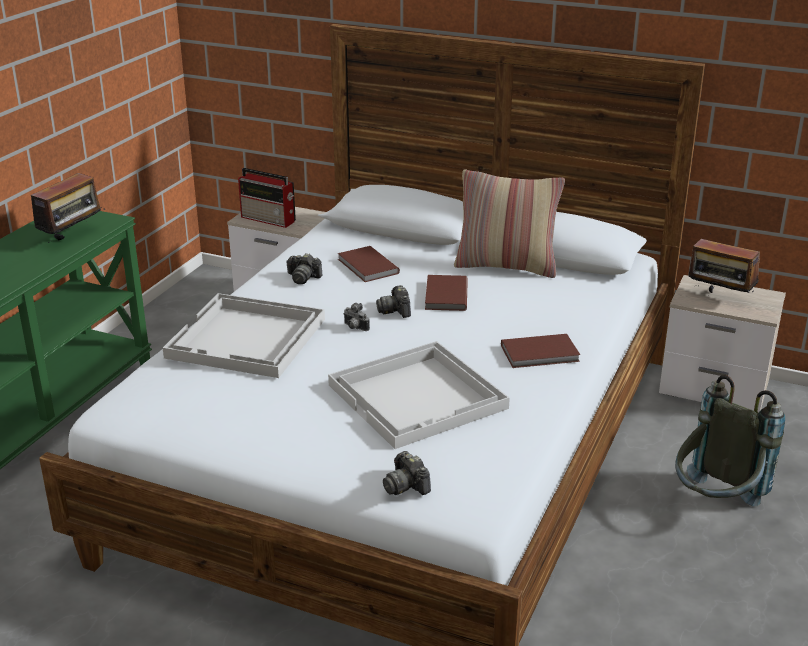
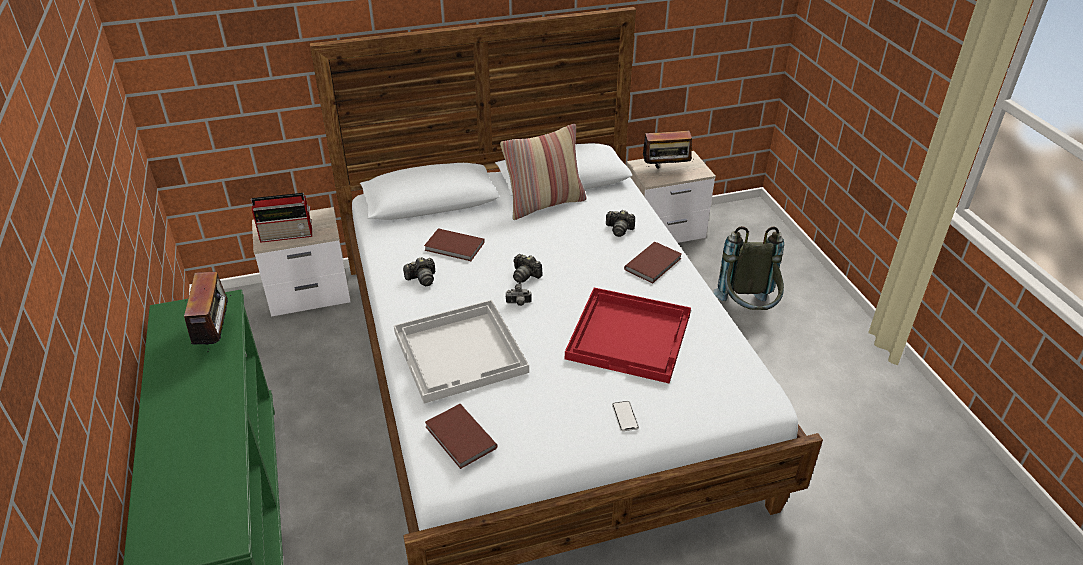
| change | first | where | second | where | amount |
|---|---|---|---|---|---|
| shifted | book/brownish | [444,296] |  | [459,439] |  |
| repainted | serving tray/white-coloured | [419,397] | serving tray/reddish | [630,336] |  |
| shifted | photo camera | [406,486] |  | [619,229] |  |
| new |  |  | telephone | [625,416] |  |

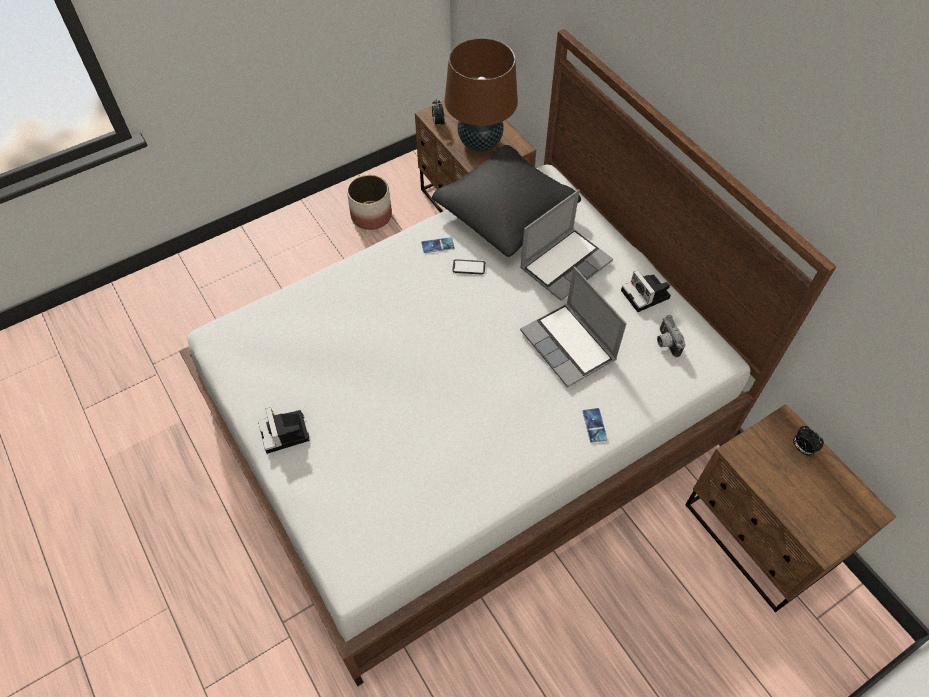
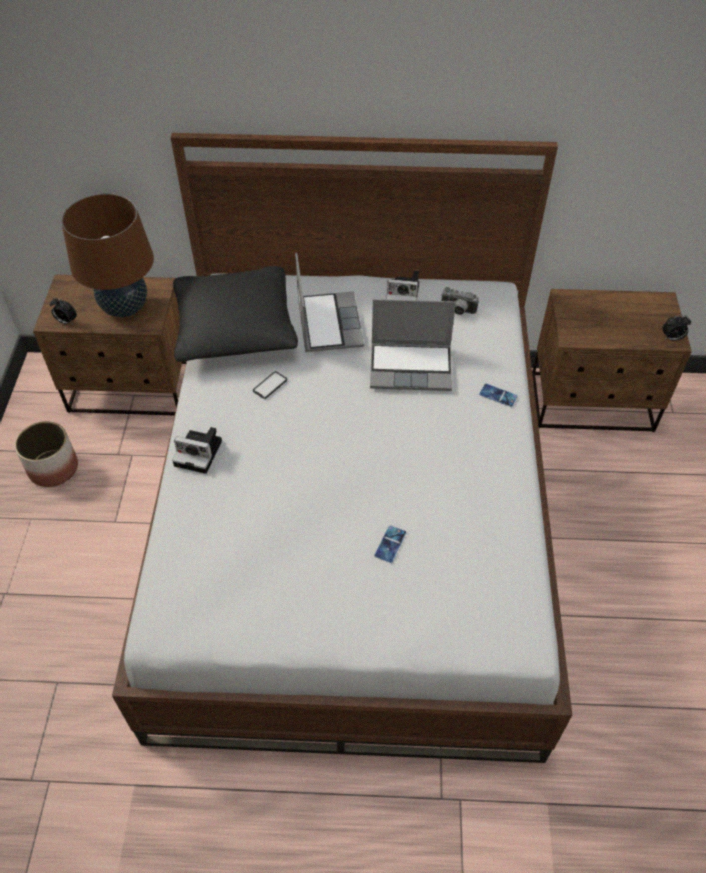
| change | first | where | second | where | amount |
|---|---|---|---|---|---|
| shifted | telephone | [437,245] |  | [390,544] |  |
| shifted | photo camera | [285,434] |  | [200,453] |  |
| shifted | bedside clock | [801,448] |  | [672,338] |  |

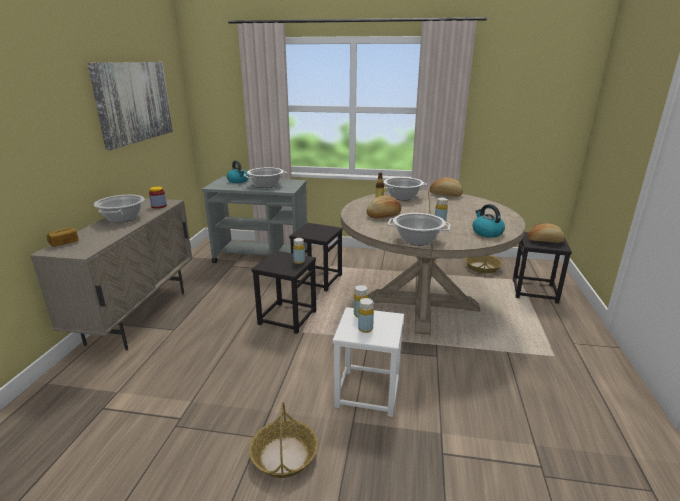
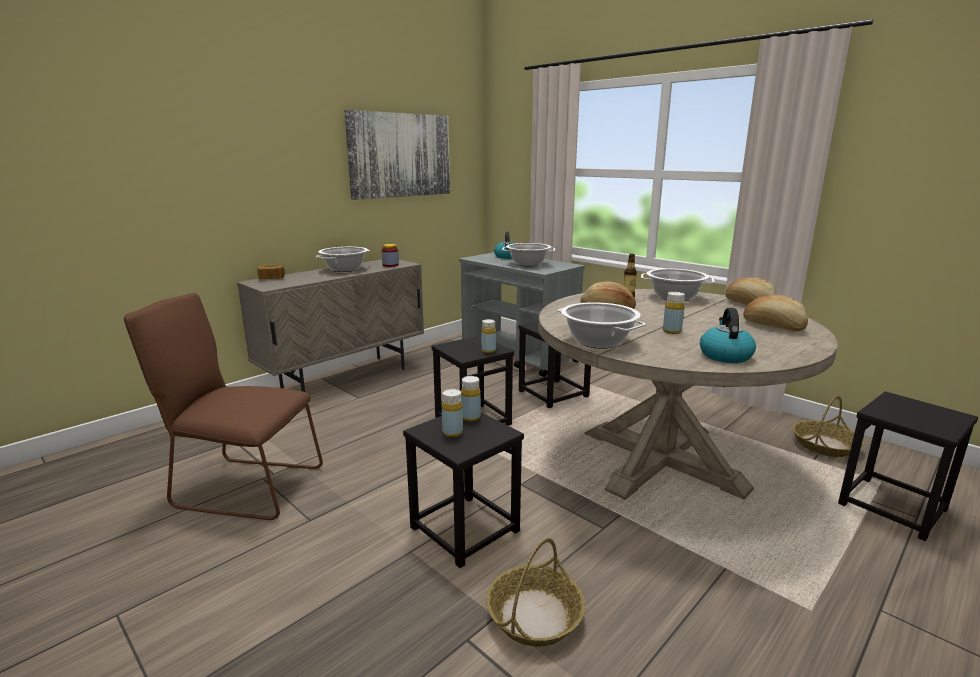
| change | first | where | second | where | amount |
|---|---|---|---|---|---|
| shifted | bread | [544,241] |  | [773,326] |  |
| repainted | stool/white-coloured | [367,392] | stool/black | [464,529] |  |
| shifted | household basket | [284,456] |  | [534,616] |  |
| new |  |  | upright chair/brownish | [243,487] |  |

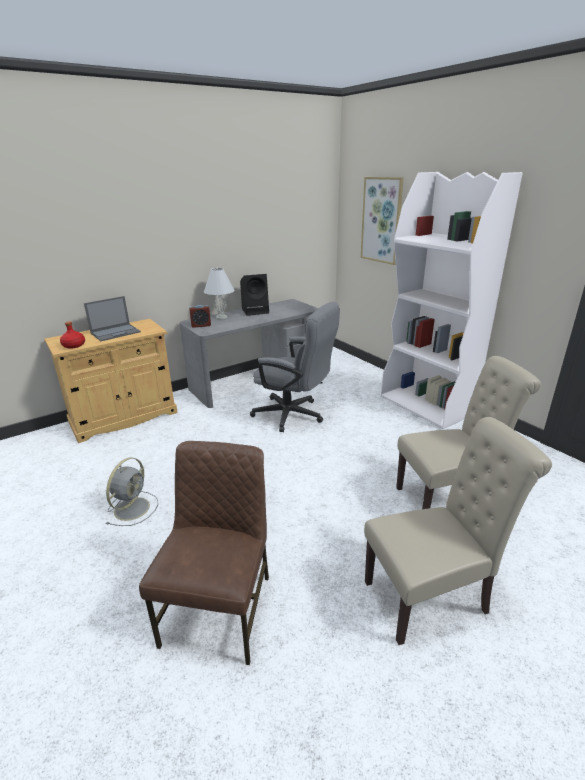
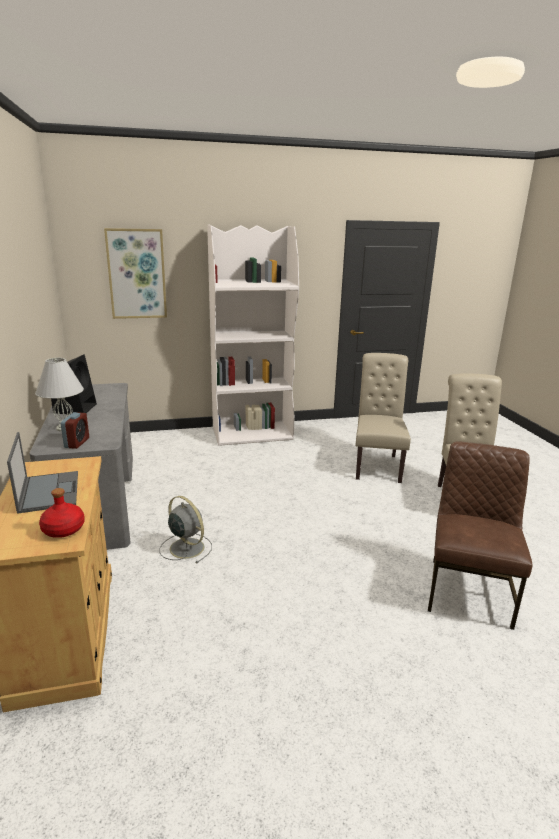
| change | first | where | second | where | amount |
|---|---|---|---|---|---|
| gone | desk chair/grey | [294,415] |  |  |  |
| rotated | upright chair/brownish | [220,608] |  | [468,590] | 75 degrees clockwise |
| shifted | cooling fan/grey | [133,507] |  | [186,547] |  |

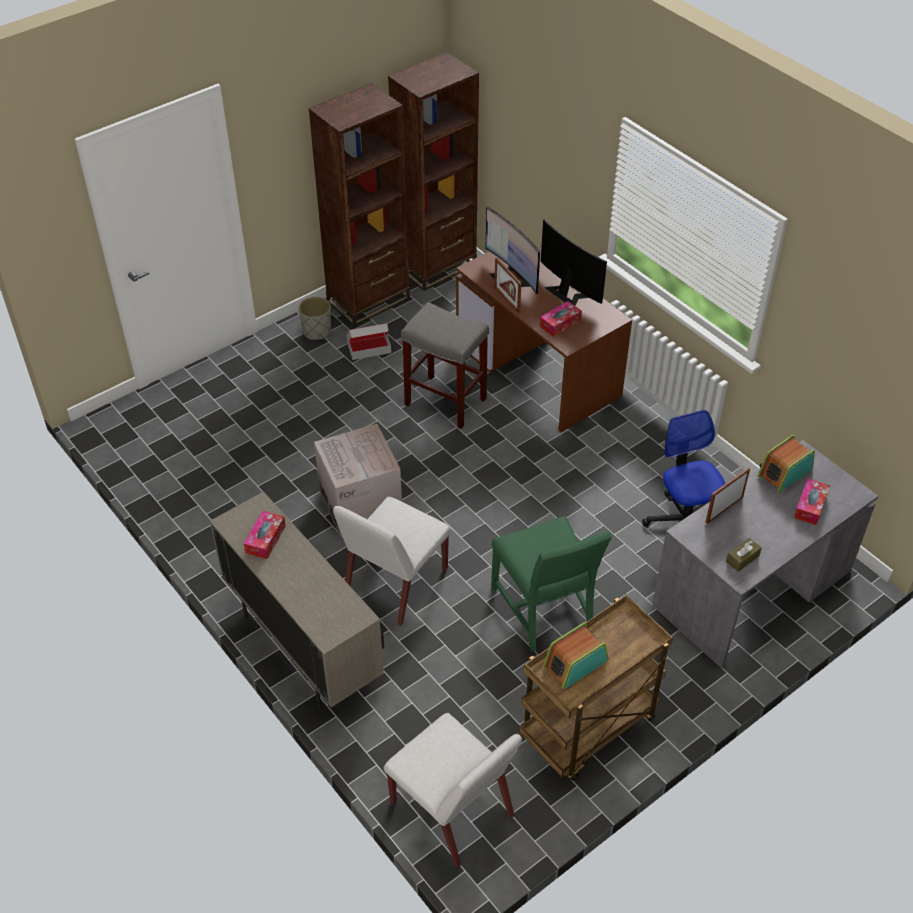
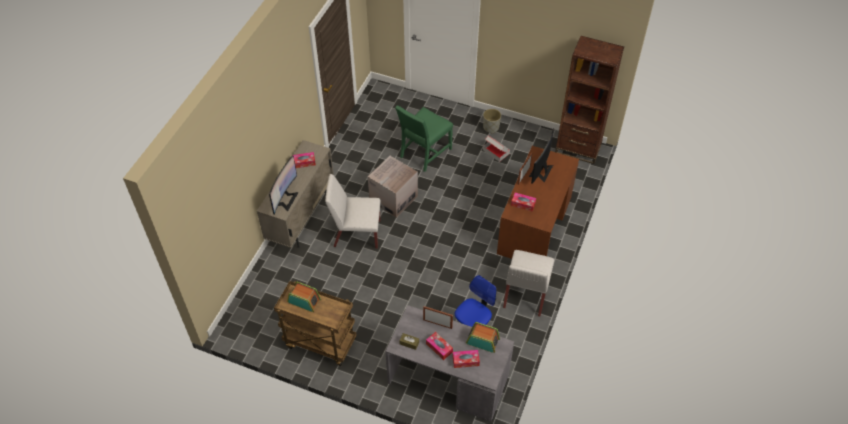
| change | first | where | second | where | amount |
|---|---|---|---|---|---|
| gone | bookcase/brownish | [368,300] |  |  |  |
| shifted | monitor | [568,292] |  | [285,199] |  |
| gone | stool/grey | [444,401] |  |  |  |
| shifted | upright chair/green-coloured | [545,610] |  | [423,153] |  |
| shifted | upright chair/white-coloured | [453,810] |  | [526,294] |  |
| new |  |  | box of tissues | [439,348] |  |

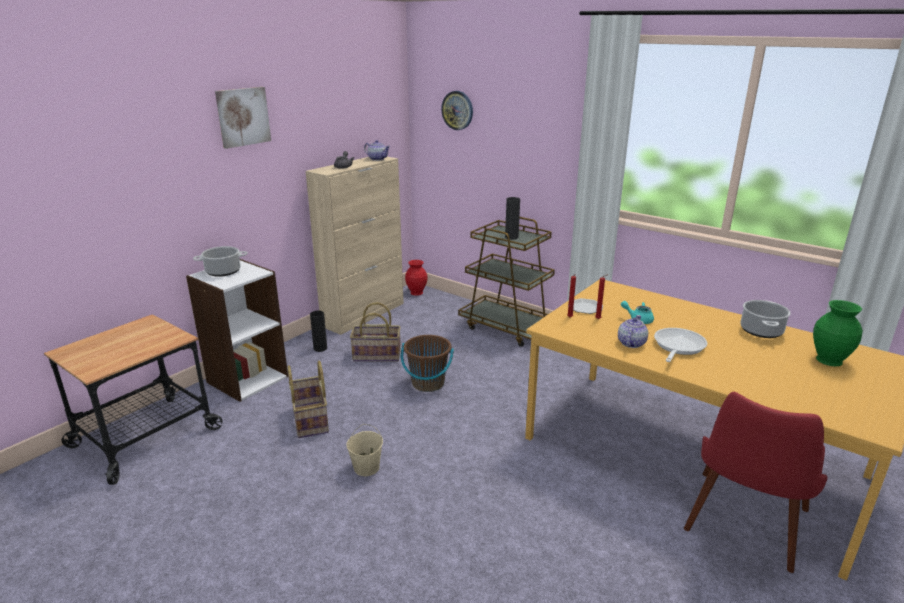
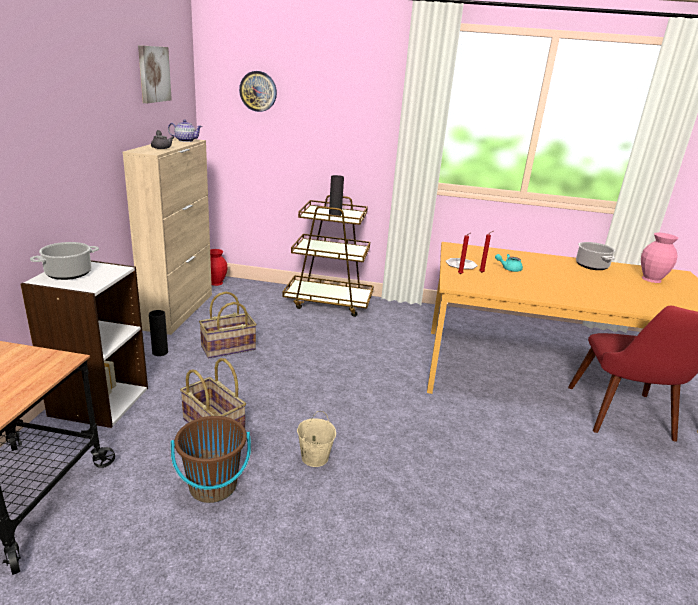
| change | first | where | second | where | amount |
|---|---|---|---|---|---|
| shifted | wall picture | [243,117] |  | [153,74] |  |
| repainted | decorative vase/green-coloured | [828,360] | decorative vase/pink | [651,279] |  |
| gone | pot for tea | [631,343] |  |  |  |
| gone | frying pan | [677,347] |  |  |  |
| shifted | water bucket/brownish | [428,383] |  | [213,486] |  |

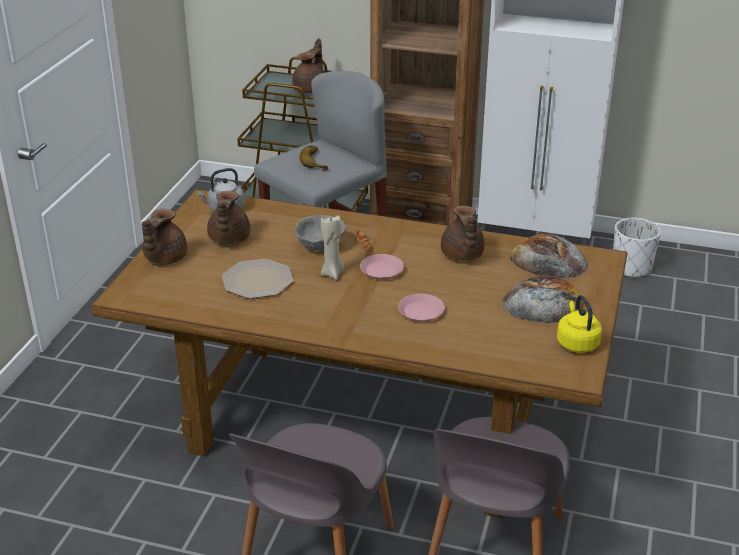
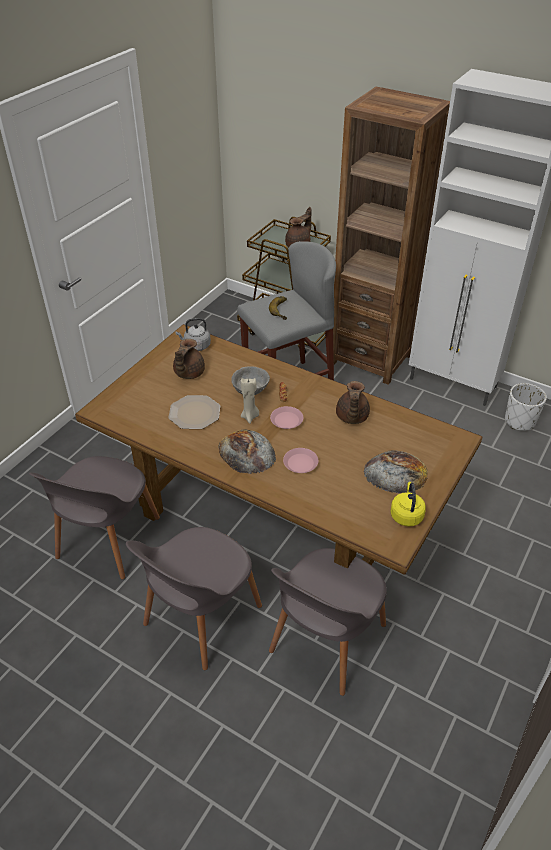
| change | first | where | second | where | amount |
|---|---|---|---|---|---|
| gone | pot for tea/brownish | [164,258] |  |  |  |
| shifted | bread | [548,260] |  | [246,452] |  |
| new |  |  | upright chair/grey | [107,540] |  |

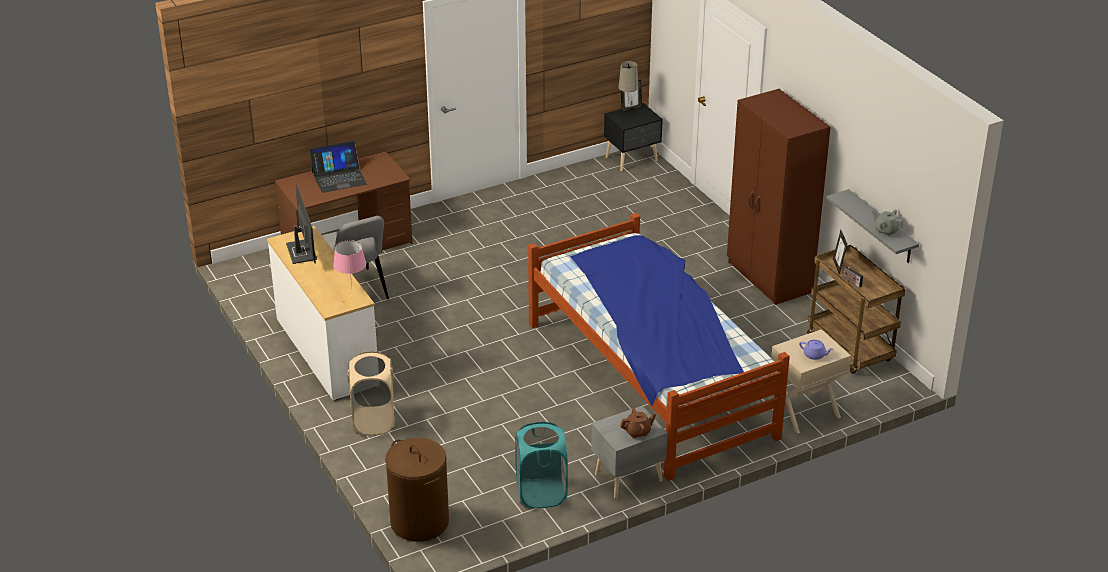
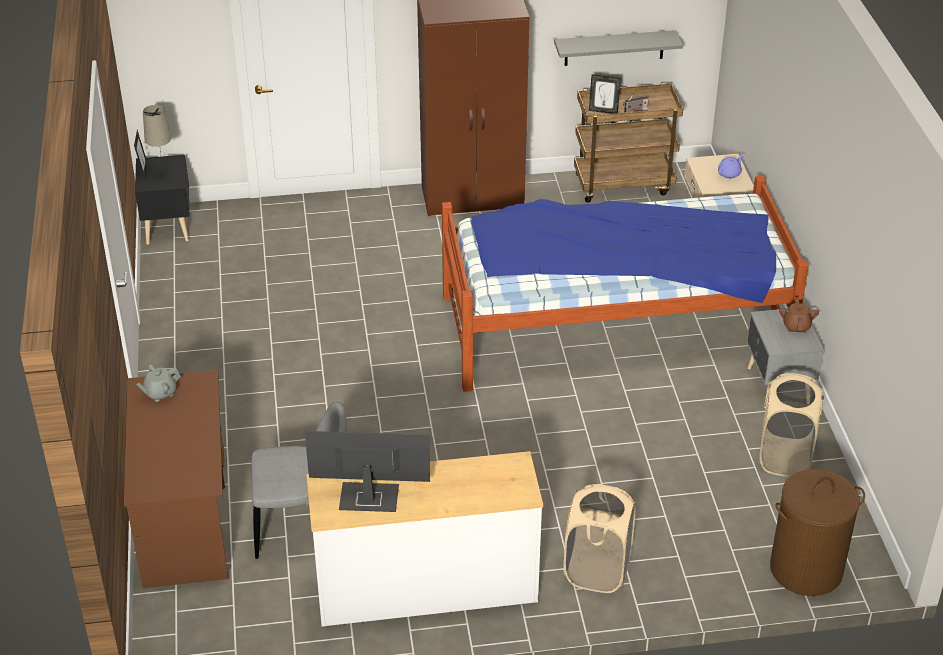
| change | first | where | second | where | amount |
|---|---|---|---|---|---|
| gone | laptop | [339,178] |  |  |  |
| shifted | pot for tea/grey | [886,231] |  | [160,393] |  |
| gone | tabletop lamp/pink | [352,288] |  |  |  |
| repainted | laundry basket/turquoise | [541,493] | laundry basket/beige-coloured | [784,457] |  |

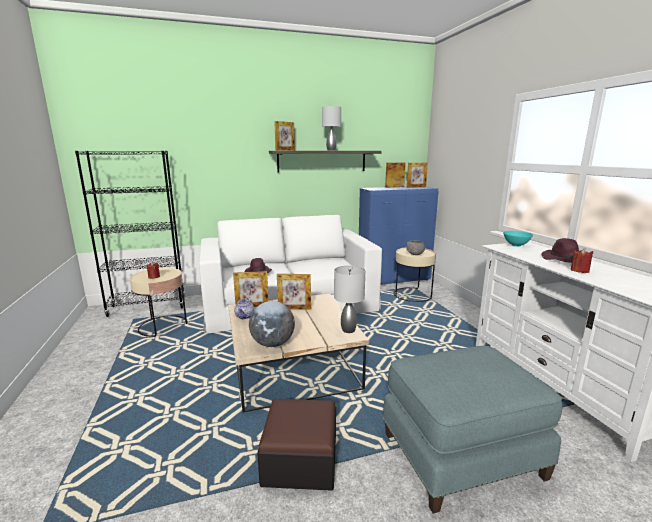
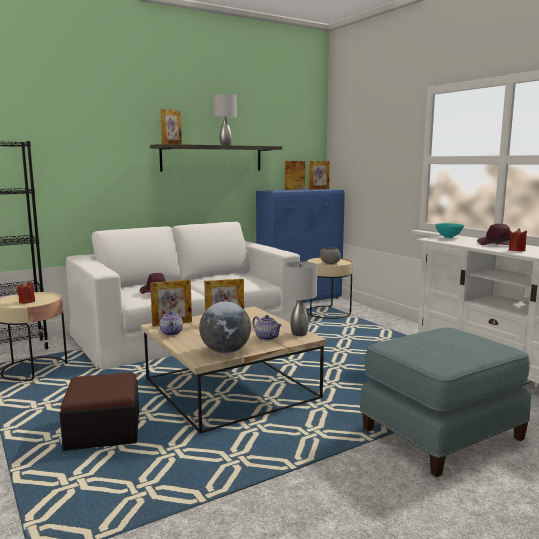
| change | first | where | second | where | amount |
|---|---|---|---|---|---|
| shifted | footrest | [300,460] |  | [103,430] |  |
| new |  |  | pot for tea | [267,337] |  |

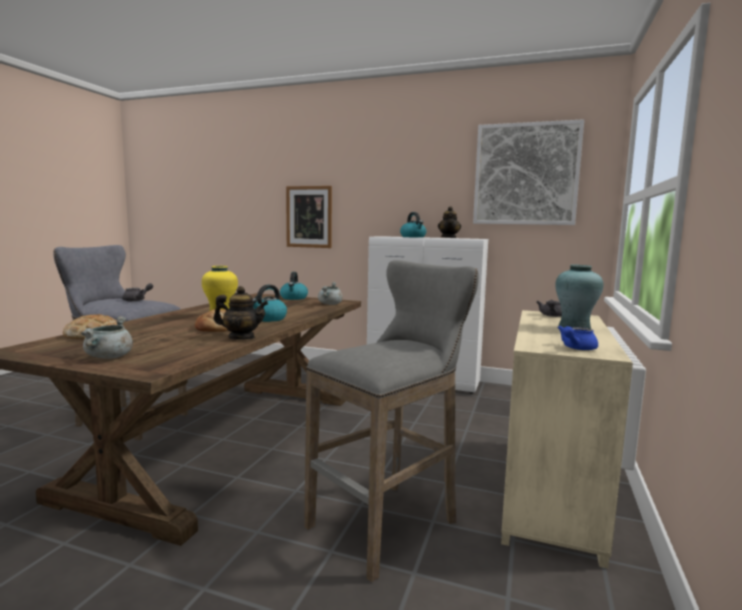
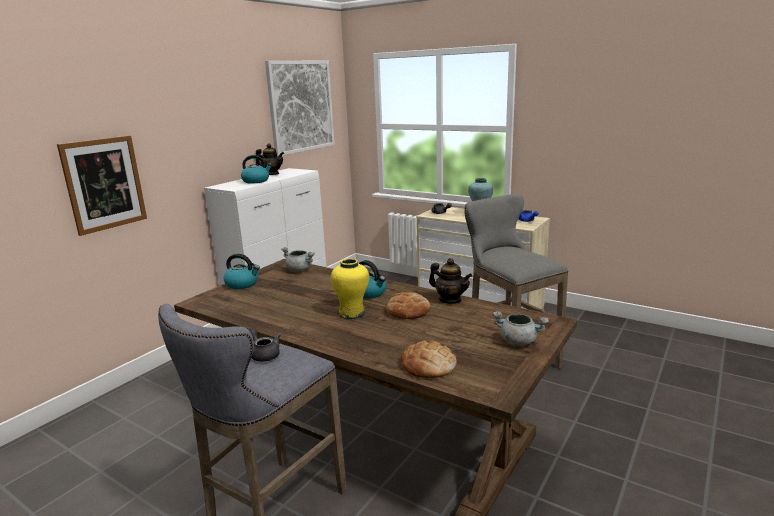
| change | first | where | second | where | amount |
|---|---|---|---|---|---|
| rotated | pot for tea | [241,338] |  | [450,300] | 105 degrees clockwise |

